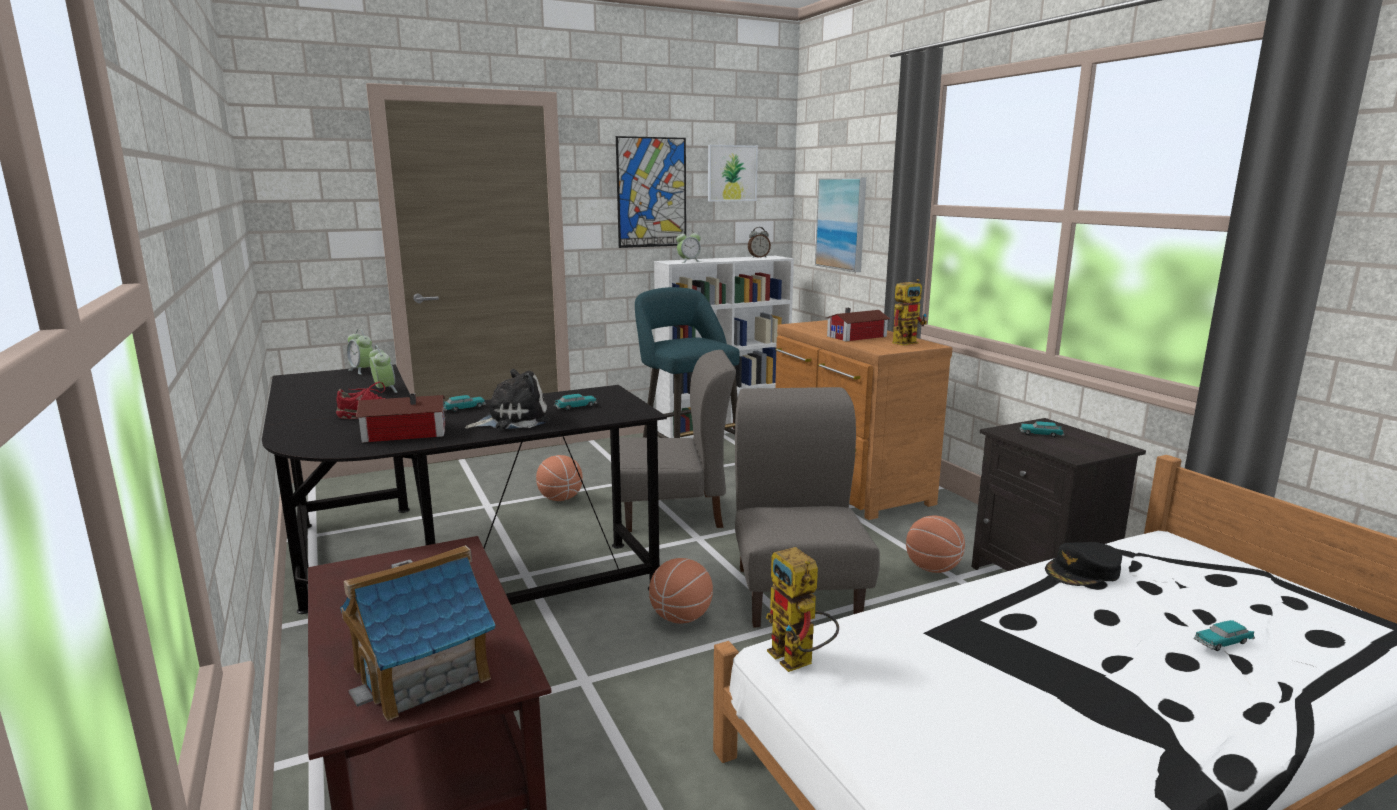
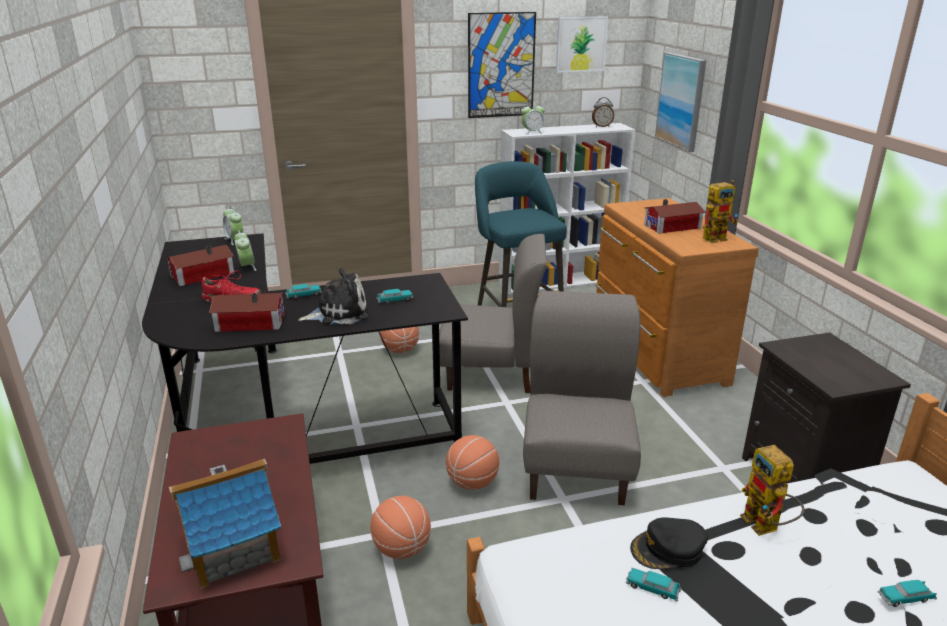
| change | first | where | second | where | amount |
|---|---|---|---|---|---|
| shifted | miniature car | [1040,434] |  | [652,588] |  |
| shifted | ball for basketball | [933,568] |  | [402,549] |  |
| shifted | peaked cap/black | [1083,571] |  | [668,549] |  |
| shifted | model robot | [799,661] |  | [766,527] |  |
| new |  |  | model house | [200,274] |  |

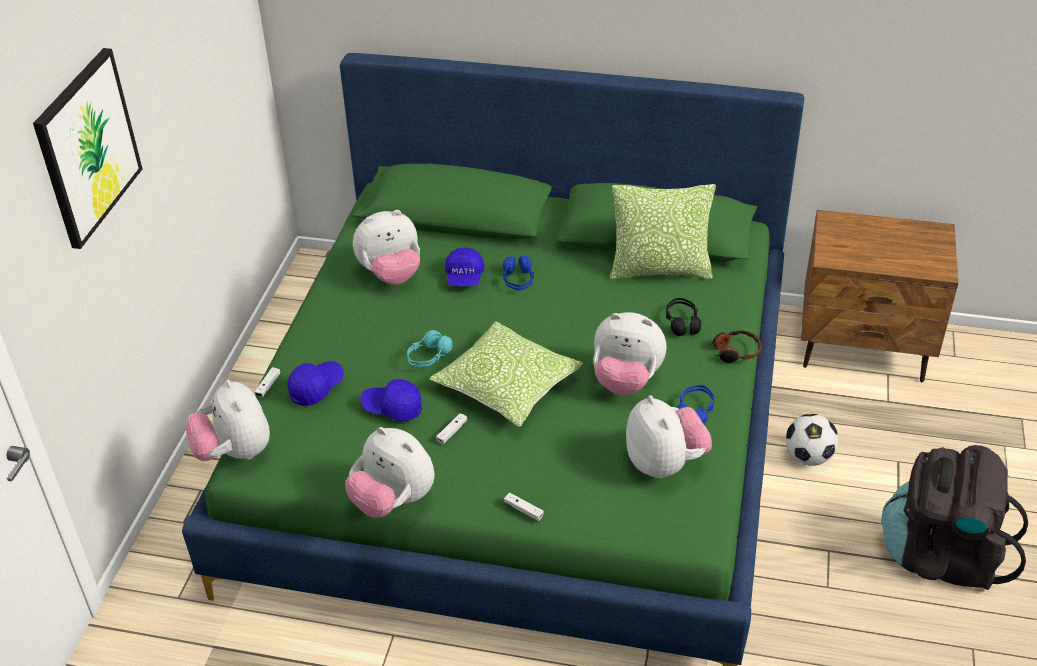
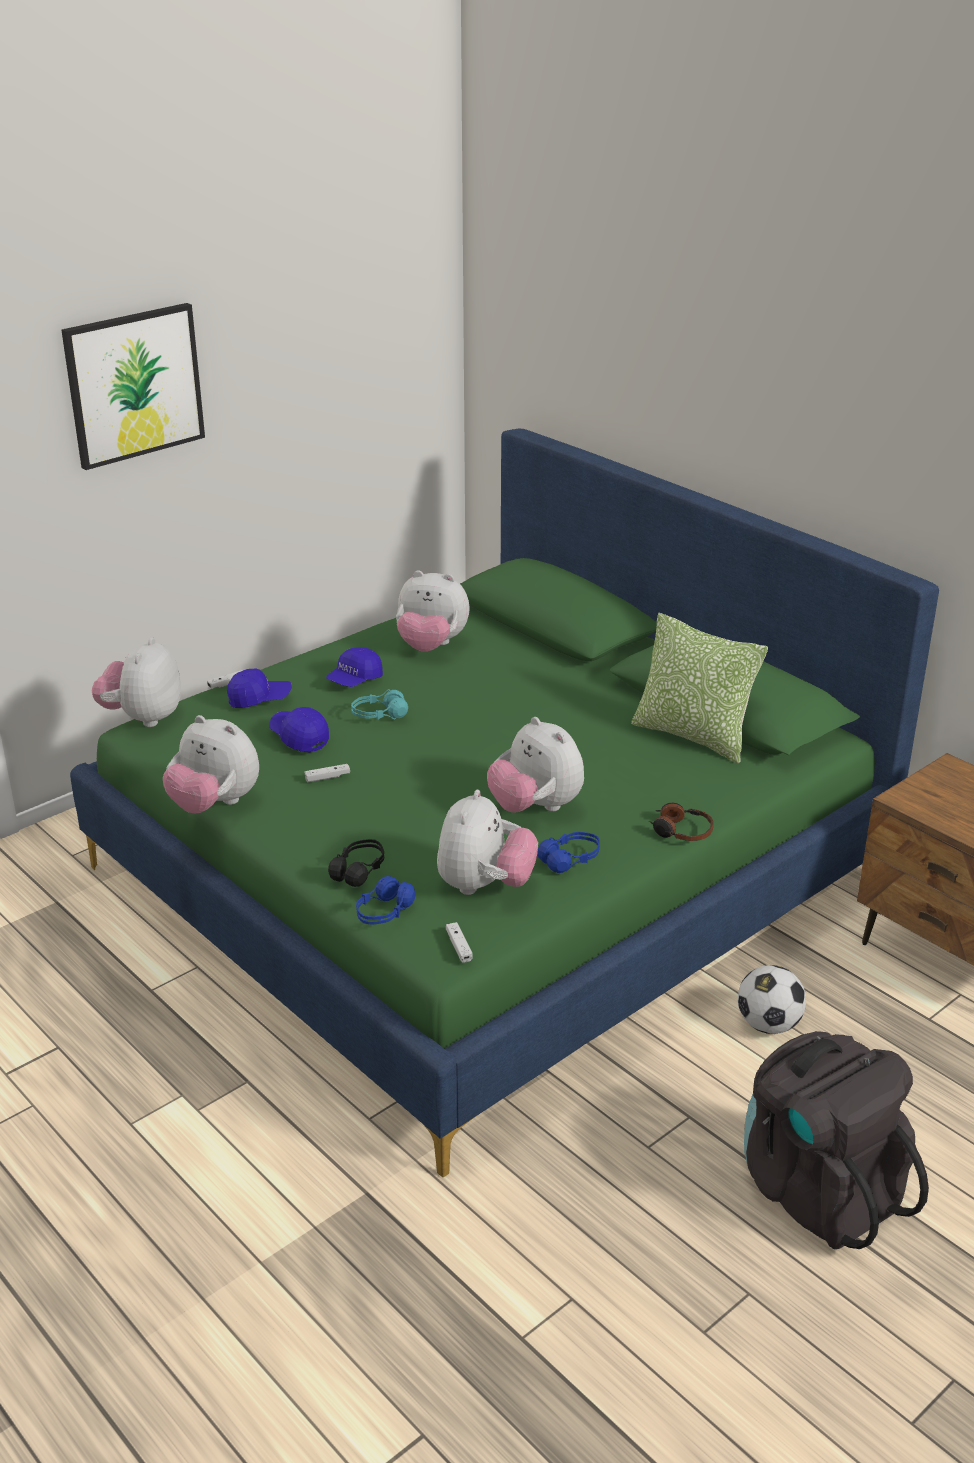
| change | first | where | second | where | amount |
|---|---|---|---|---|---|
| shifted | peaked cap/blue-coloured | [464,277] |  | [355,680] |  |
| shifted | headphones/blue-coloured | [518,280] |  | [384,912] |  |
| shifted | headphones/black | [682,323] |  | [359,870] |  |
| gone | throw pillow | [507,386] |  |  |  |
| rotated | cuddly toy | [393,501] |  | [214,804] | 45 degrees counterclockwise |
| shifted | gamepad/white-coloured | [523,510] |  | [459,947] |  |

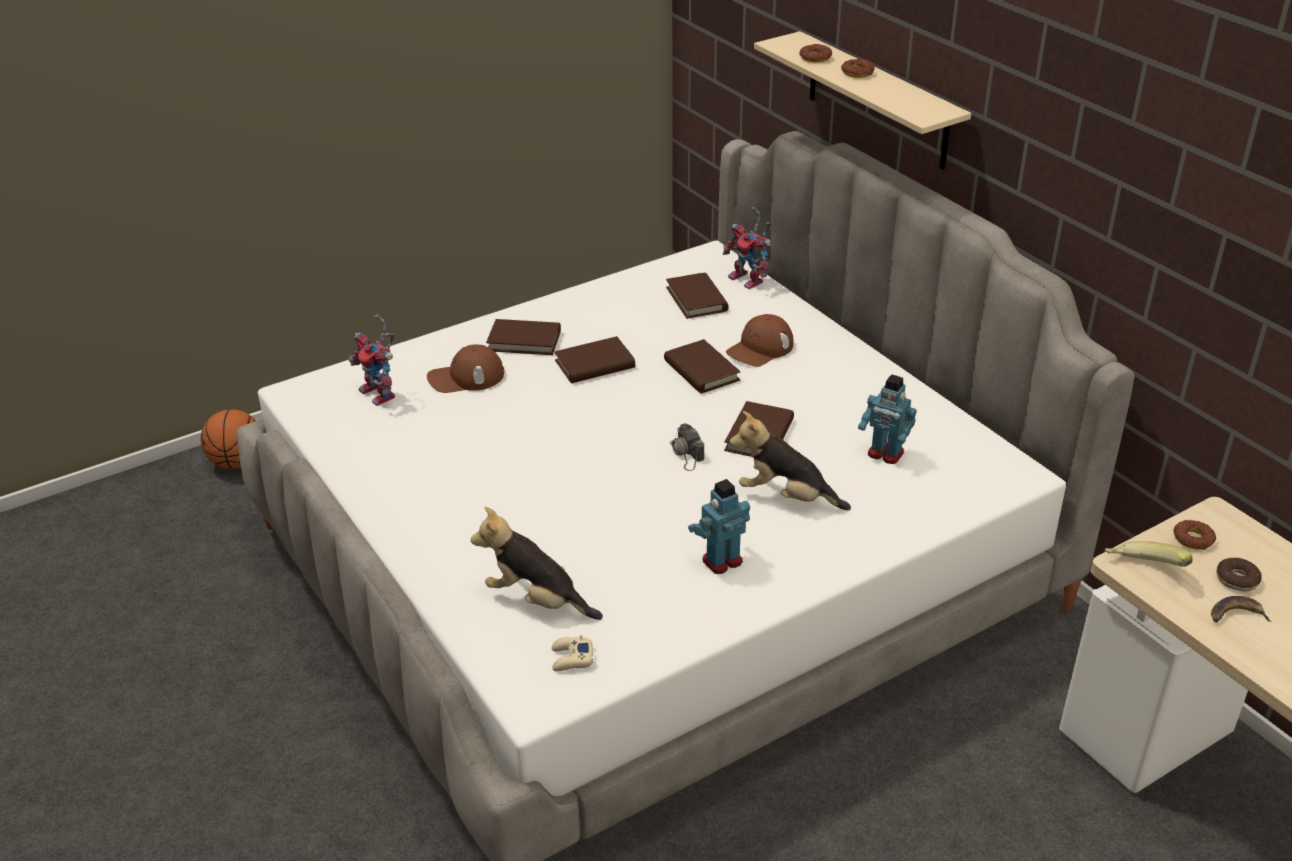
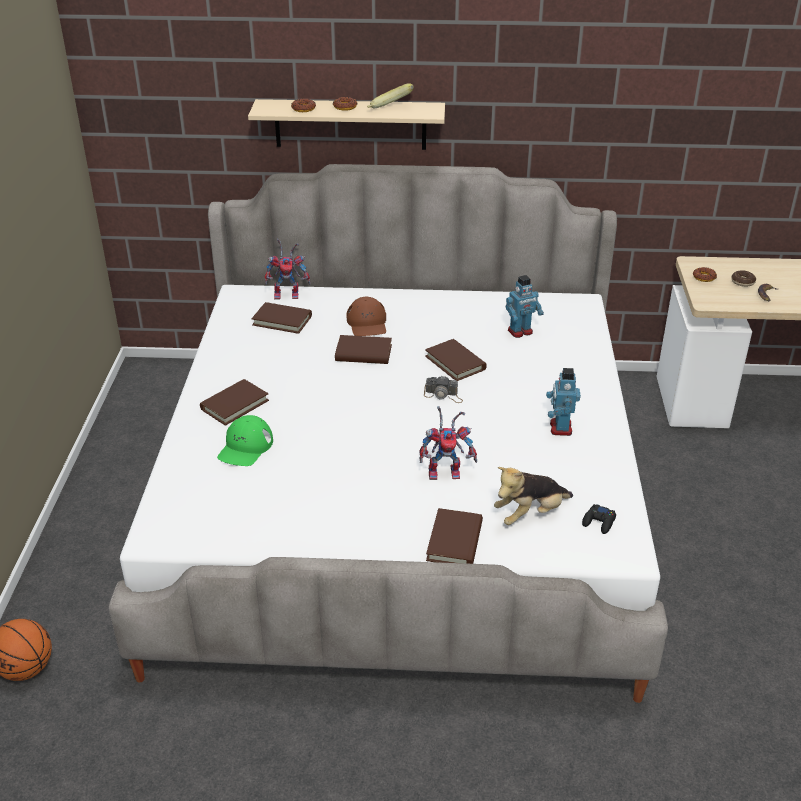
| change | first | where | second | where | amount |
|---|---|---|---|---|---|
| shifted | model robot | [382,395] |  | [447,471] |  |
| shifted | book/brownish | [595,364] |  | [454,541] |  |
| repainted | peaked cap/brownish | [466,377] | peaked cap/green-coloured | [245,447] |  |
| gone | cuddly toy | [786,497] |  |  |  |
| shifted | whole banana | [1143,570] |  | [389,109] |  |
| repainted | gamepad/beige-coloured | [571,658] | gamepad/black | [599,522] |  |

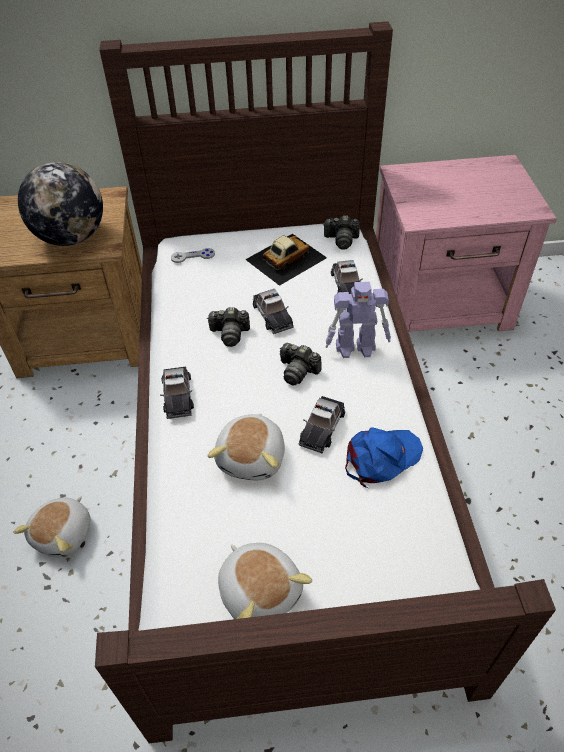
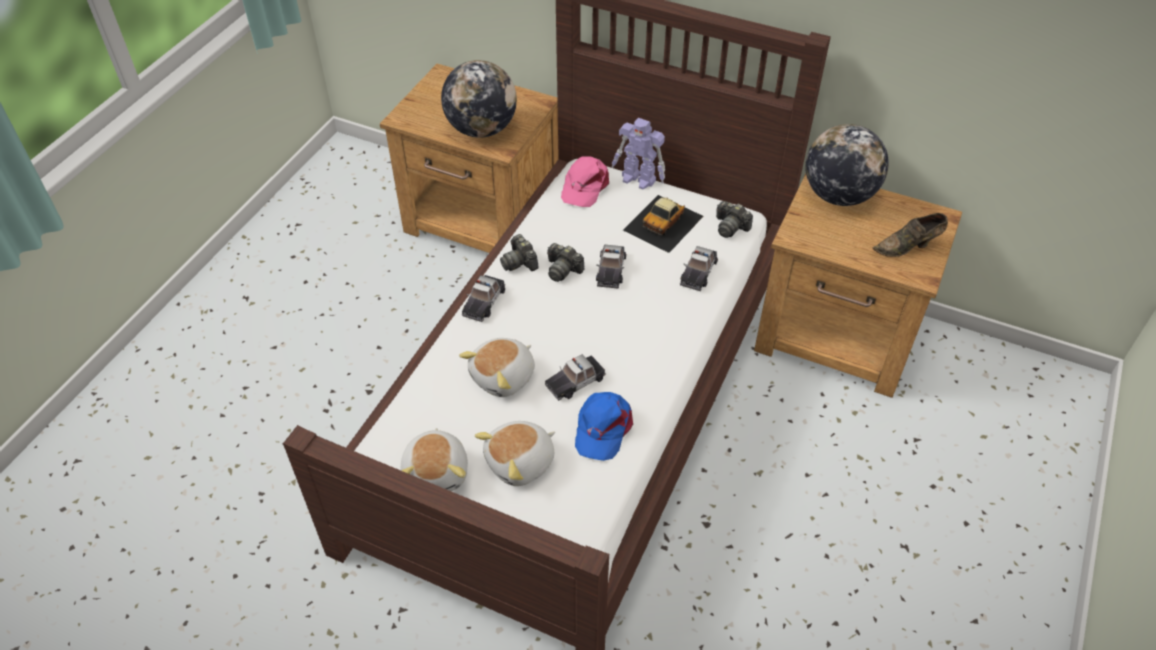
| change | first | where | second | where | amount |
|---|---|---|---|---|---|
| repainted | bedside table/pink | [441,303] | bedside table/brownish | [838,337] |  |
| rotated | miniature car | [285,258] |  | [664,223] | 135 degrees clockwise |
| swapped | gamepad/grey | [193,256] | peaked cap/pink | [584,186] |  |
| shifted | model robot | [356,348] |  | [639,179] |  |
| shifted | photo camera | [298,371] |  | [519,262] |  |
| rotated | peaked cap/blue-coloured | [381,458] |  | [602,428] | 105 degrees clockwise |
| shifted | cuddly toy | [64,534] |  | [521,462] |  |
| new |  |  | world globe | [838,195] |  |
| new |  |  | shoe/brownish | [908,247] |  |

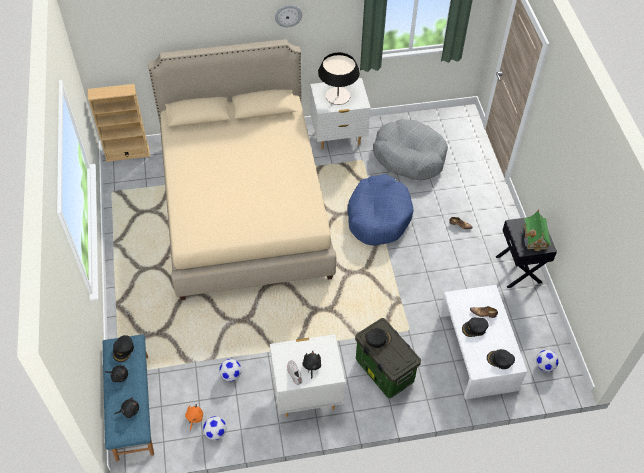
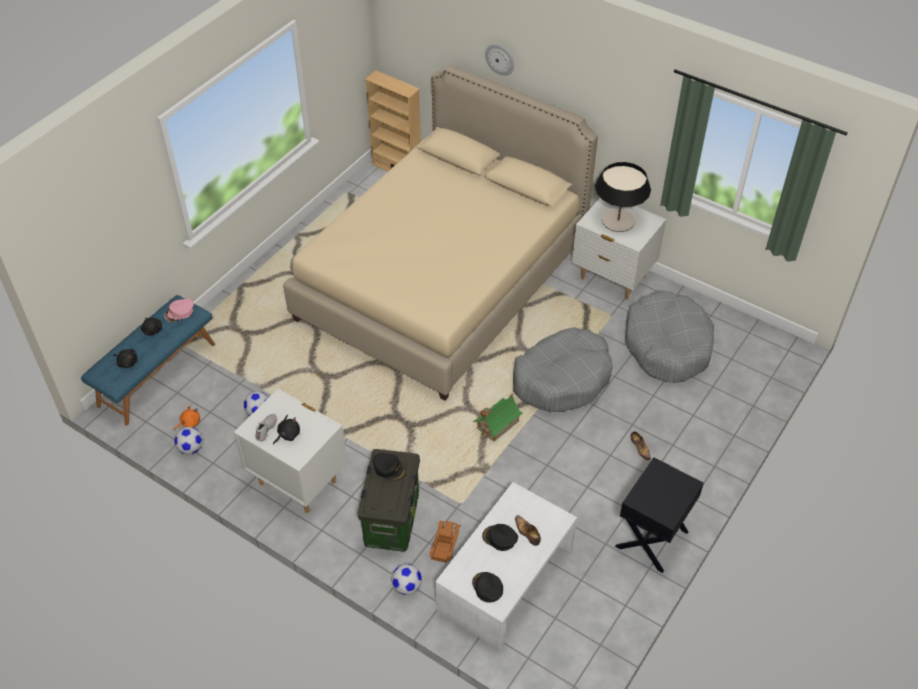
| change | first | where | second | where | amount |
|---|---|---|---|---|---|
| shifted | wall clock | [288,15] |  | [500,59] |  |
| repainted | pet bed/blue-coloured | [378,216] | pet bed/grey | [562,378] |  |
| shifted | model house | [535,237] |  | [497,425] |  |
| repainted | peaked cap/black | [123,350] | peaked cap/pink | [179,312] |  |
| shifted | football | [544,365] |  | [407,586] |  |
| new |  |  | toy truck | [444,544] |  |

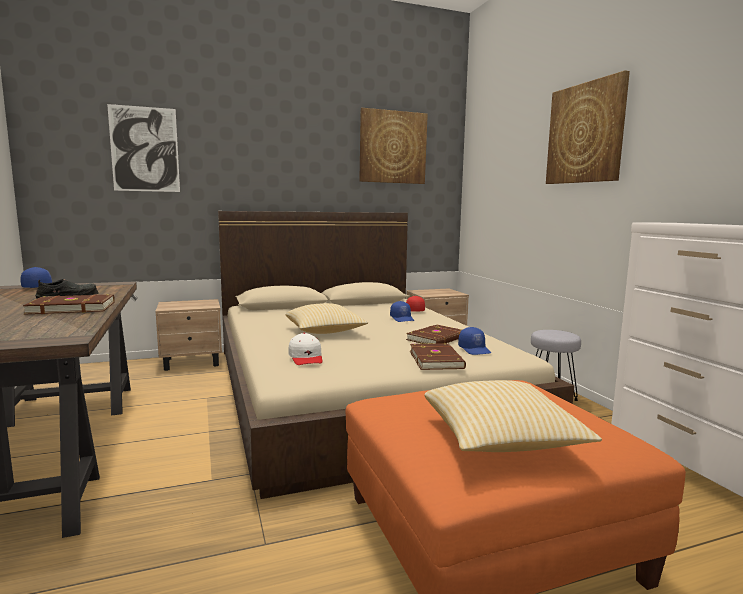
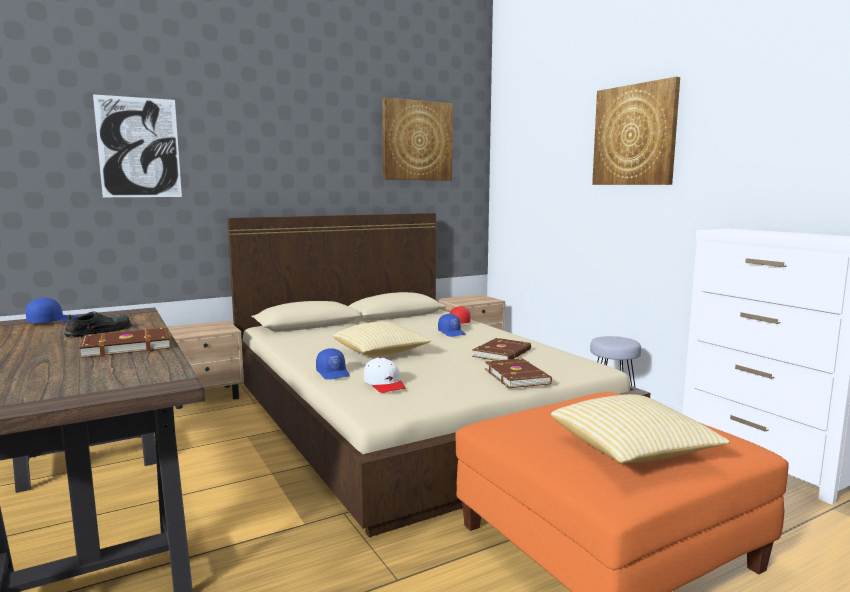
| change | first | where | second | where | amount |
|---|---|---|---|---|---|
| shifted | peaked cap/blue-coloured | [475,350] |  | [333,373] |  |

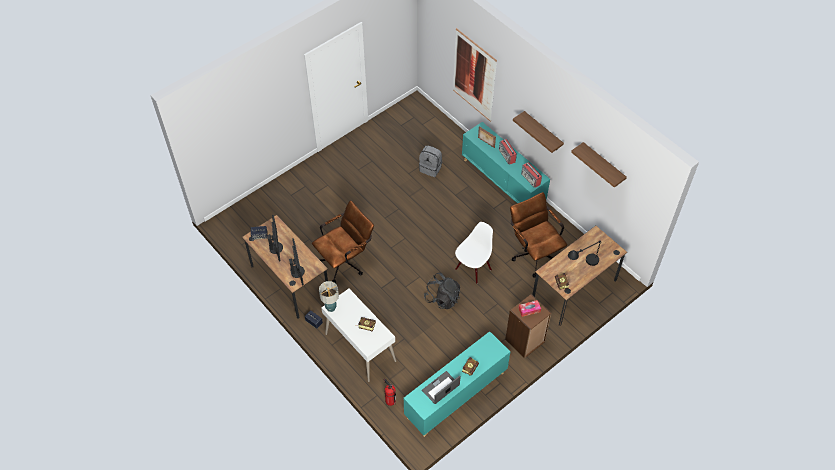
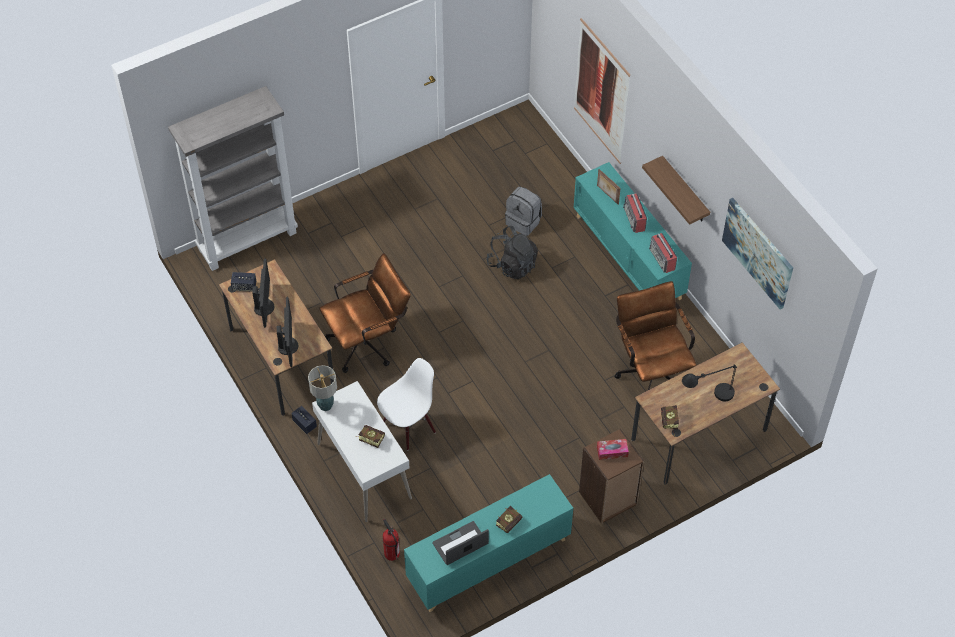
| change | first | where | second | where | amount |
|---|---|---|---|---|---|
| swapped | bracket shelf | [603,164] | wall picture | [758,252] |  |
| shifted | upright chair/white-coloured | [473,268] |  | [408,426] |  |
| shifted | backpack/black | [442,298] |  | [512,264] |  |
| new |  |  | bookcase/grey | [248,240] |  |

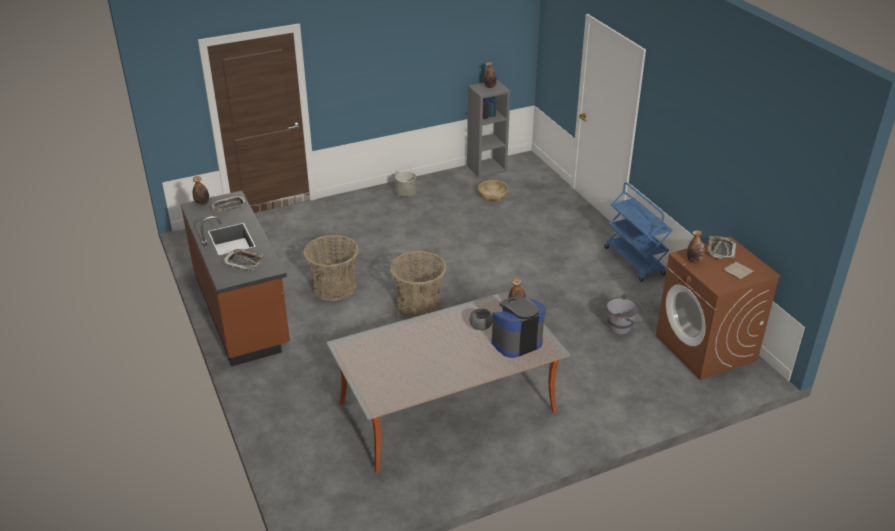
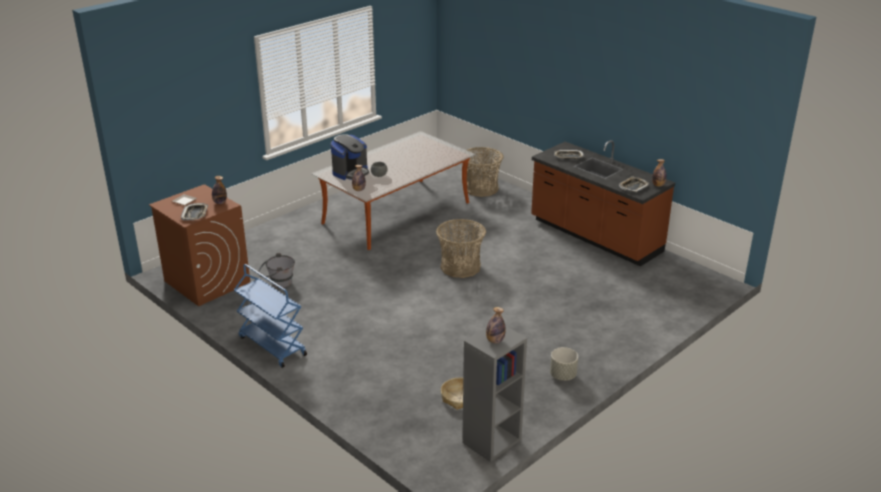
| change | first | where | second | where | amount |
|---|---|---|---|---|---|
| shifted | household basket | [334,287] |  | [481,188] |  |

